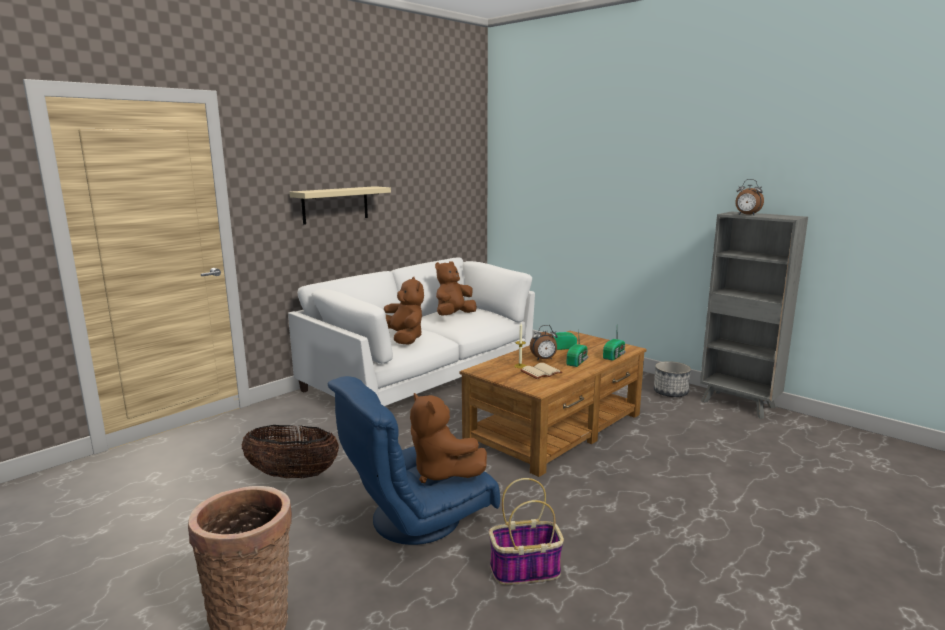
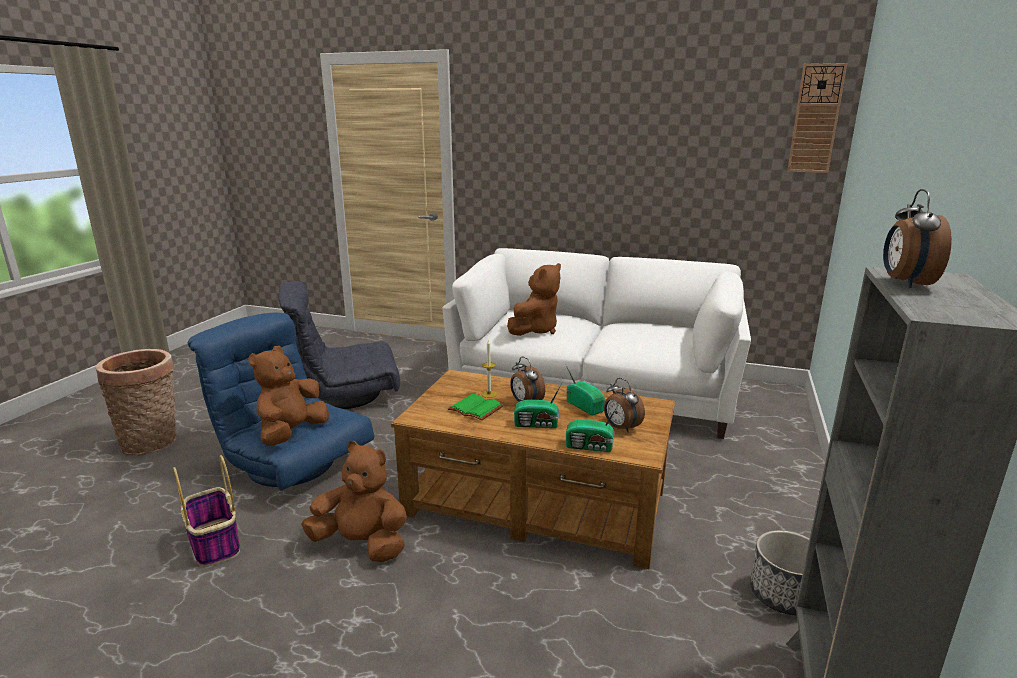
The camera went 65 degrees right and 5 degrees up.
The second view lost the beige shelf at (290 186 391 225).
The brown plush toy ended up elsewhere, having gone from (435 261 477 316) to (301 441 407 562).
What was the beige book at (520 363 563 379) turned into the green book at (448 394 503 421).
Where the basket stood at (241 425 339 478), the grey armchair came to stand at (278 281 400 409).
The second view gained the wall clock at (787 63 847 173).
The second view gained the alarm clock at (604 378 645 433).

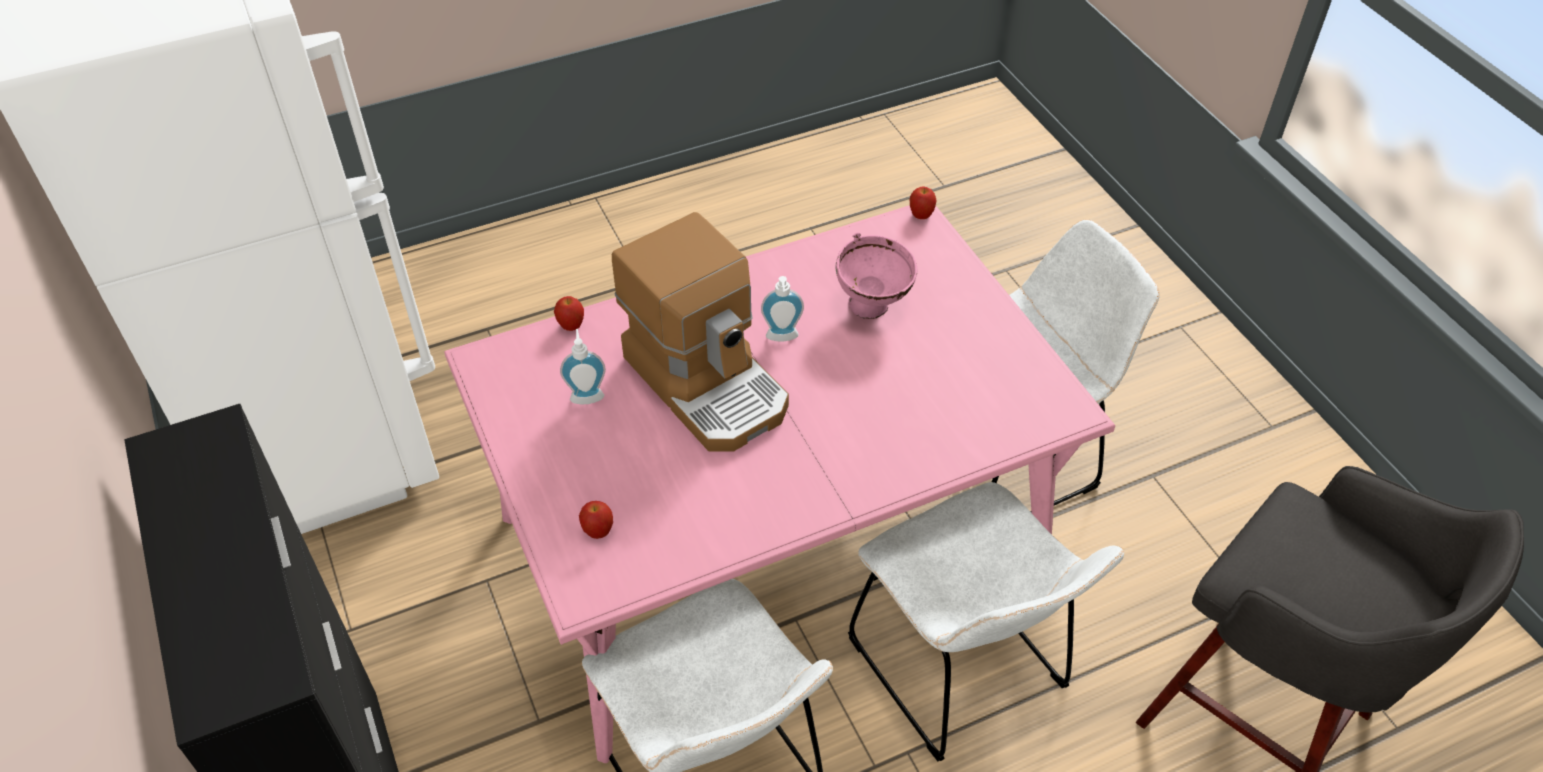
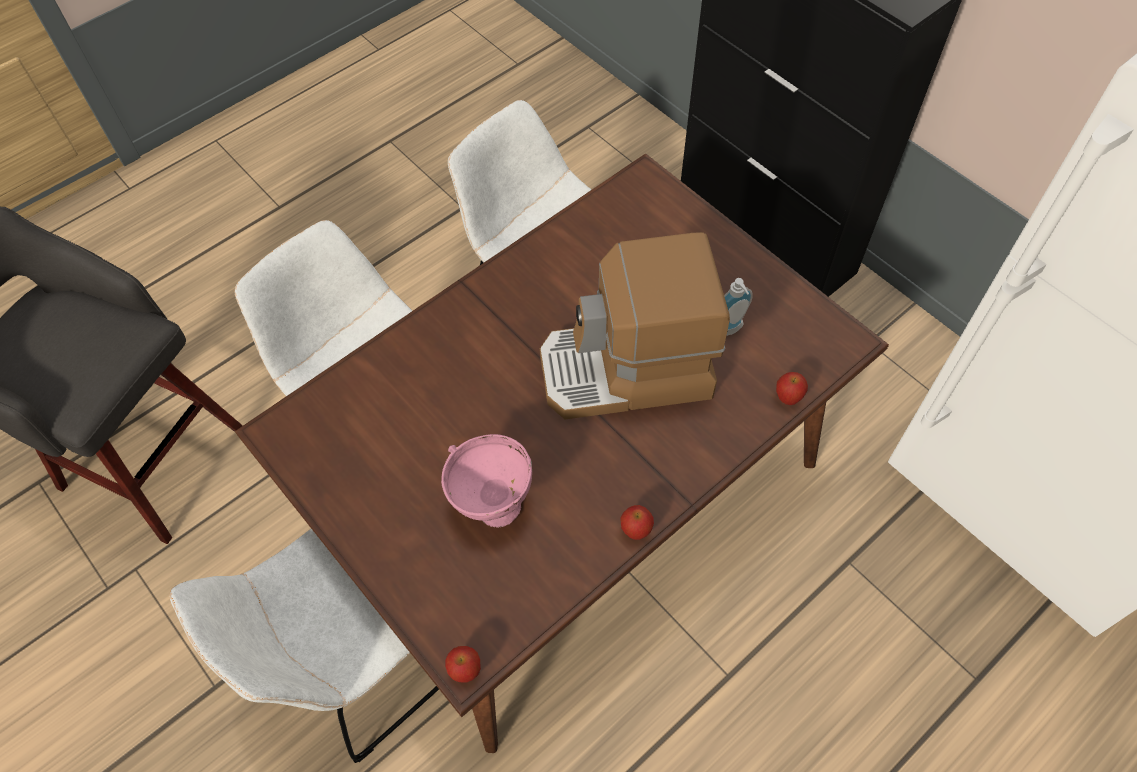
The camera went 165 degrees right and 10 degrees up.
What was the pink dining table at (444 205 1115 763) turned into the brown dining table at (235 153 889 753).
The coffee machine at (612 212 789 451) ended up facing another way, 45 degrees counterclockwise from before.
The second view lost the soap dispenser at (761 276 804 342).
The apple ended up elsewhere, having gone from (579 501 613 539) to (620 505 654 540).

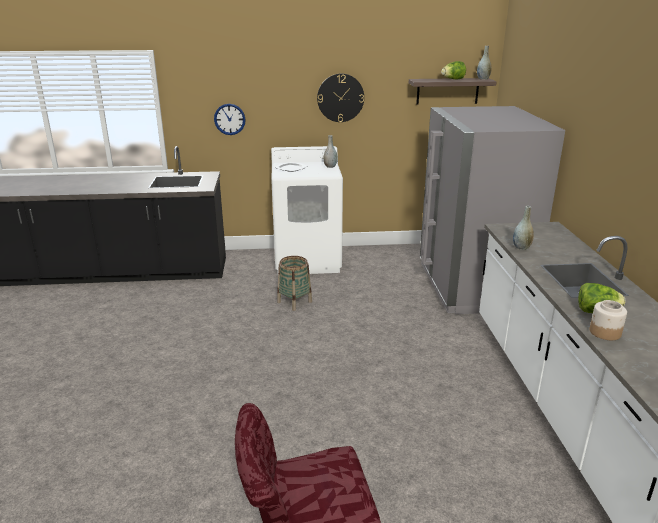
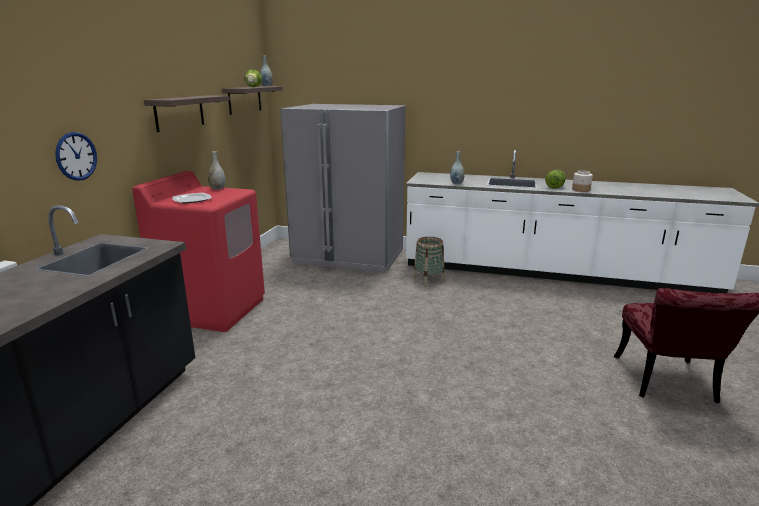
The camera went 70 degrees left and 5 degrees down.
Where the wall clock hung at (317 74 364 122), the shelf came to hang at (144 95 230 132).
What was the white washing machine at (271 146 343 274) turned into the red washing machine at (132 171 265 332).
The basket ended up elsewhere, having gone from (277 256 312 311) to (413 237 445 286).

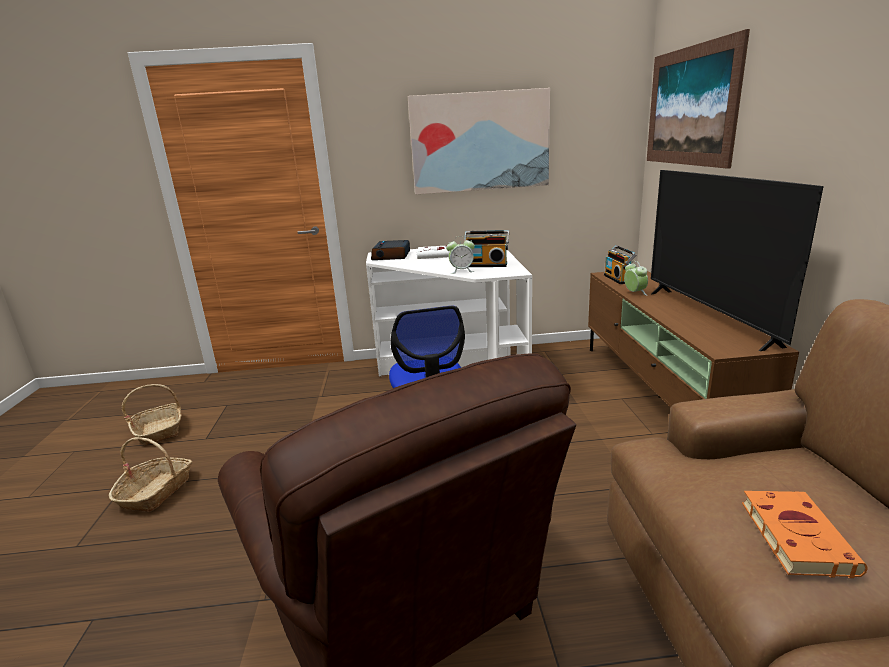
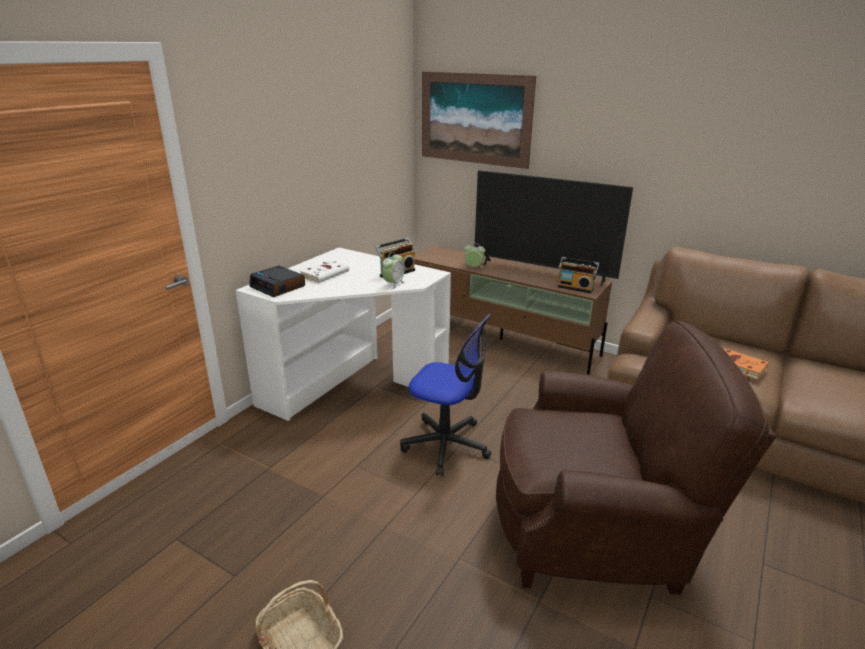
The camera went 55 degrees left and 5 degrees up.
The second view lost the picture at (408 88 550 194).
The radio ended up elsewhere, having gone from (604 245 636 284) to (557 257 599 293).
The second view lost the basket at (122 384 182 445).

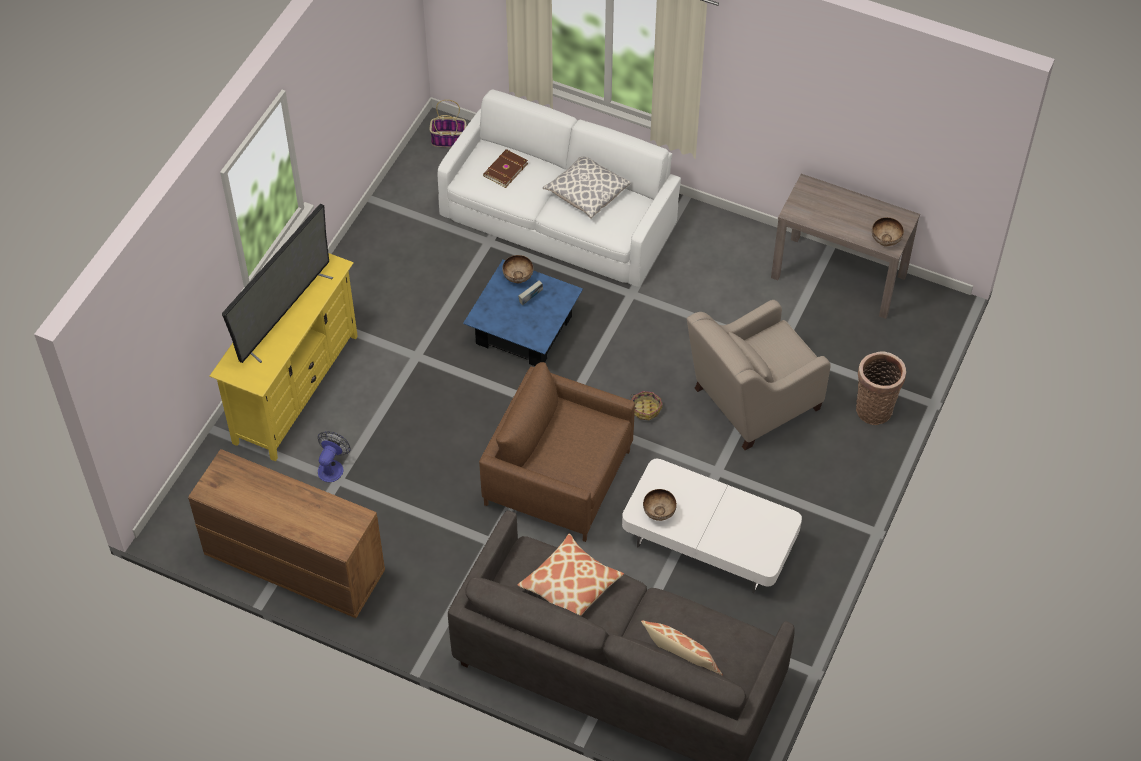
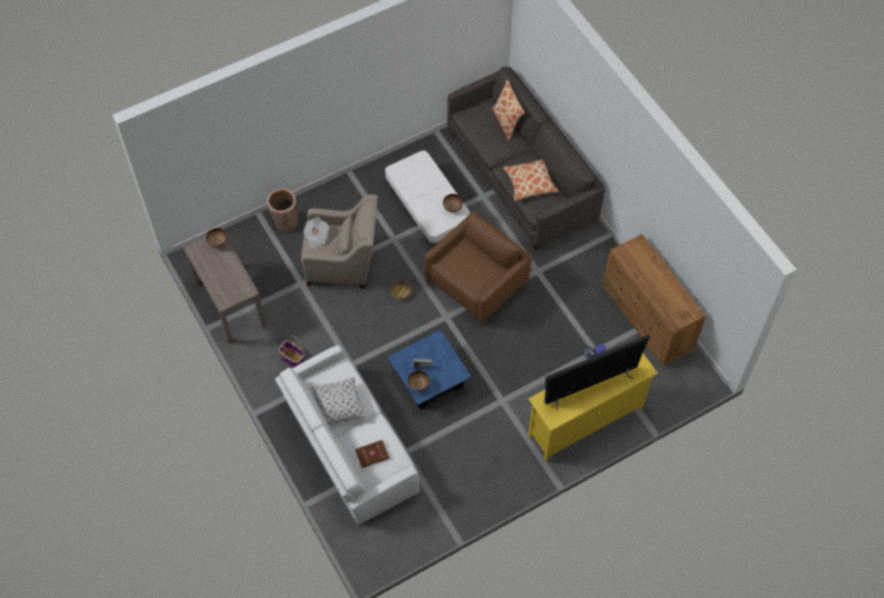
The camera went 145 degrees left and 5 degrees up.
The basket ended up elsewhere, having gone from (429 100 466 147) to (278 335 306 367).
The brown armchair at (479 362 635 542) ended up facing another way, 105 degrees counterclockwise from before.
The second view gained the newspaper at (303 217 329 248).

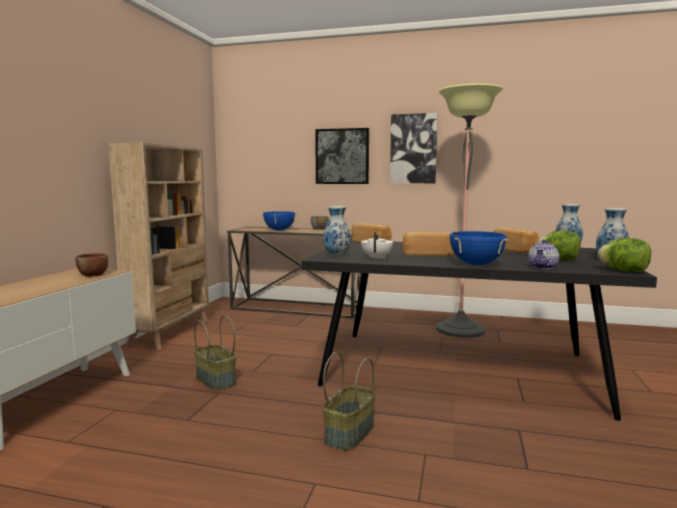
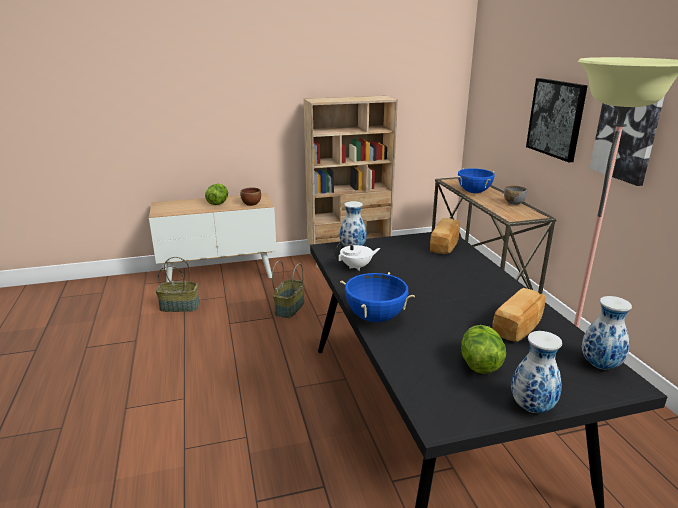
The camera went 60 degrees right and 15 degrees up.
The second view lost the bread at (402 232 455 256).
The lettuce ended up elsewhere, having gone from (598 238 651 272) to (205 184 228 205).
The second view lost the teapot at (528 239 560 269).
The basket ended up elsewhere, having gone from (323 352 375 451) to (156 257 200 312).

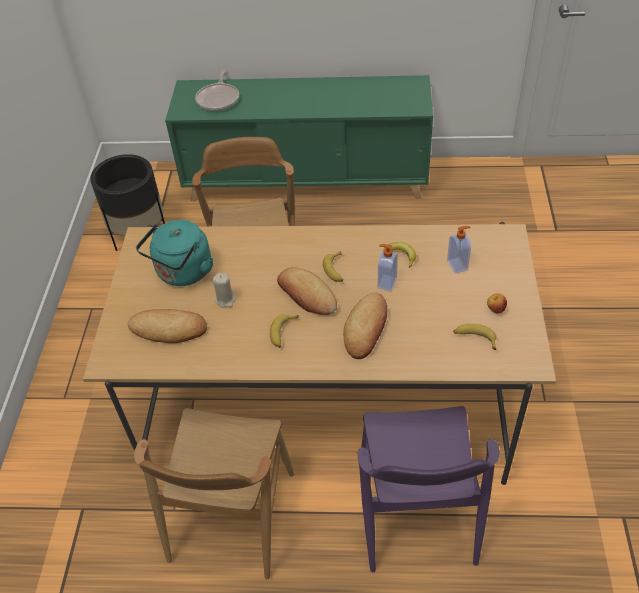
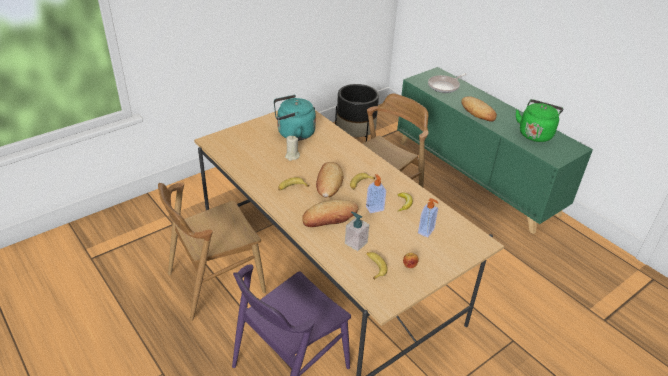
The camera went 45 degrees right and 10 degrees down.
The bread ended up elsewhere, having gone from (127 309 207 343) to (461 96 497 122).
The second view gained the green kettle at (516 99 564 142).
The second view gained the soap dispenser at (345 212 369 251).

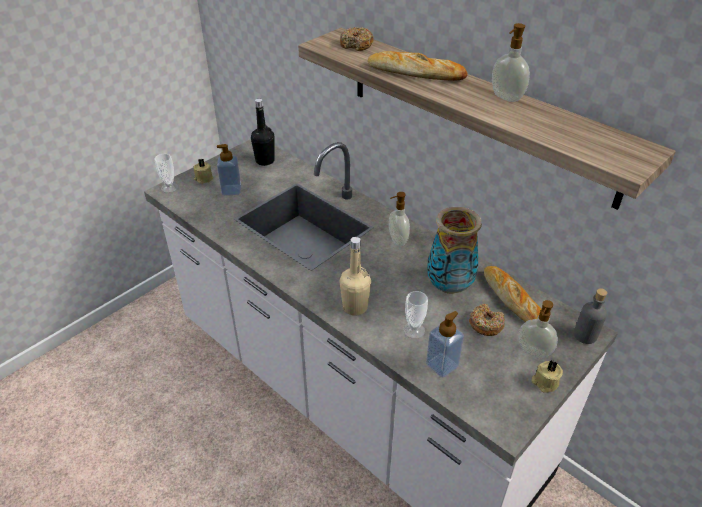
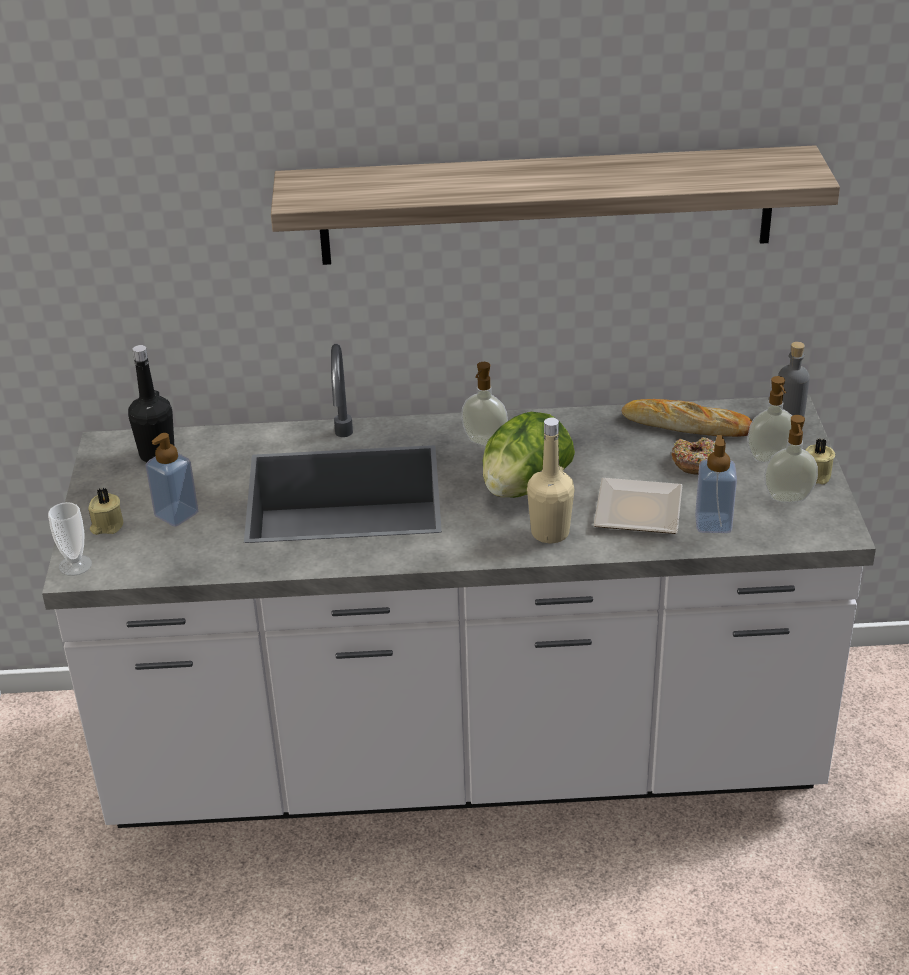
The camera went 45 degrees left and 5 degrees down.
The soap dispenser ended up elsewhere, having gone from (492 23 530 102) to (764 415 818 502).
The second view lost the donut at (340 27 374 51).
The second view lost the bread at (368 51 467 81).
The second view lost the vase at (427 207 482 294).
Where the cup stood at (403 291 428 339), the plate came to stand at (594 478 682 534).
The second view gained the lettuce at (483 412 575 498).

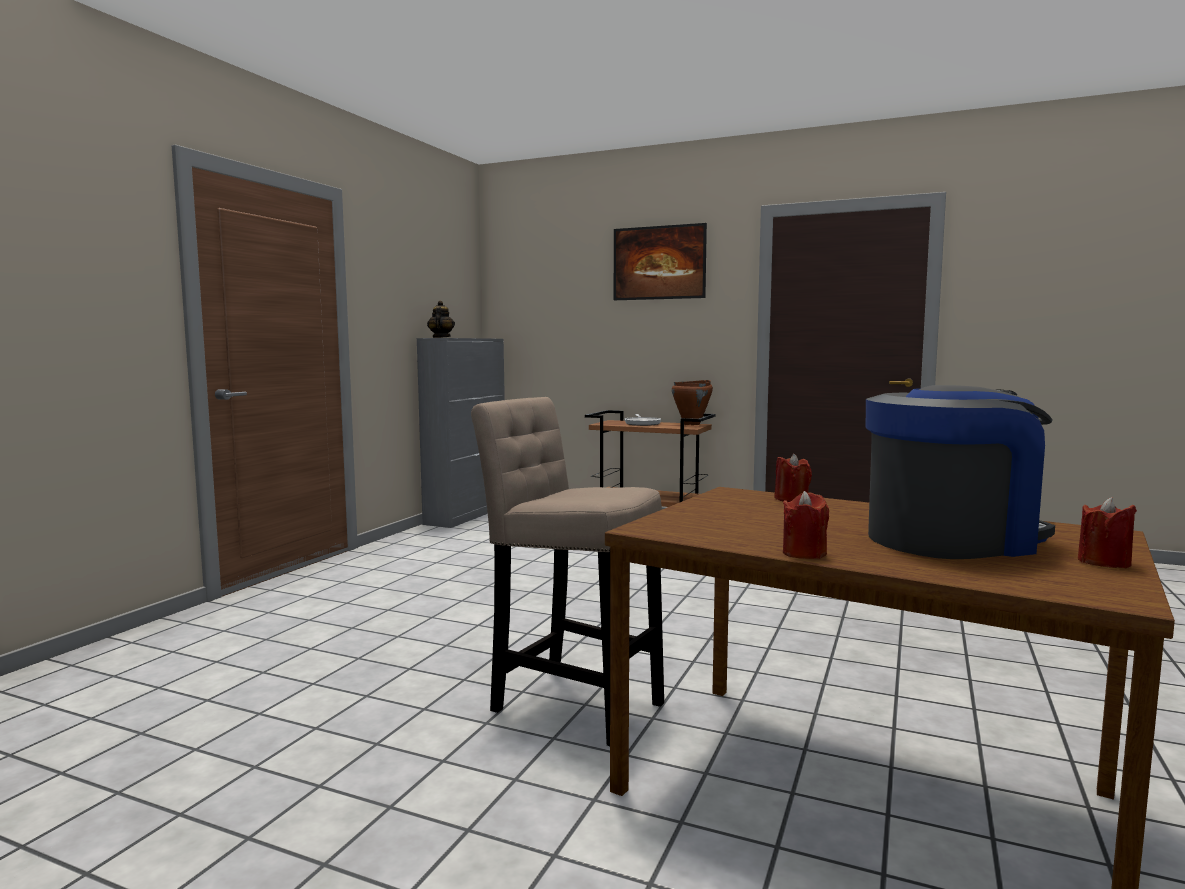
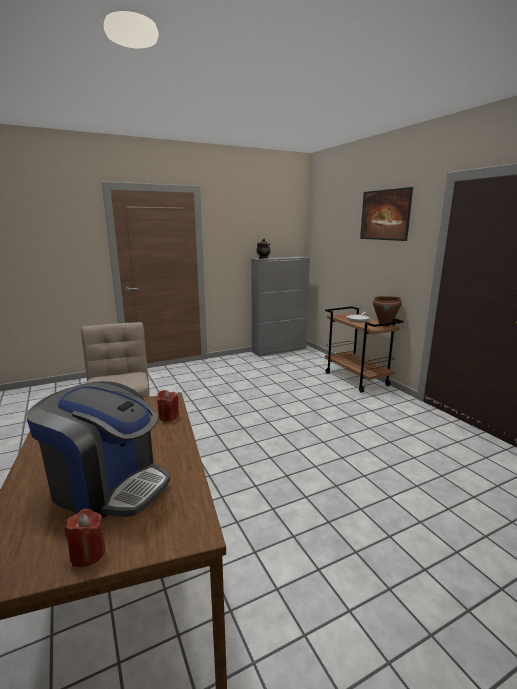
The camera went 40 degrees right and 10 degrees up.
The second view lost the red candle at (783 491 829 559).

